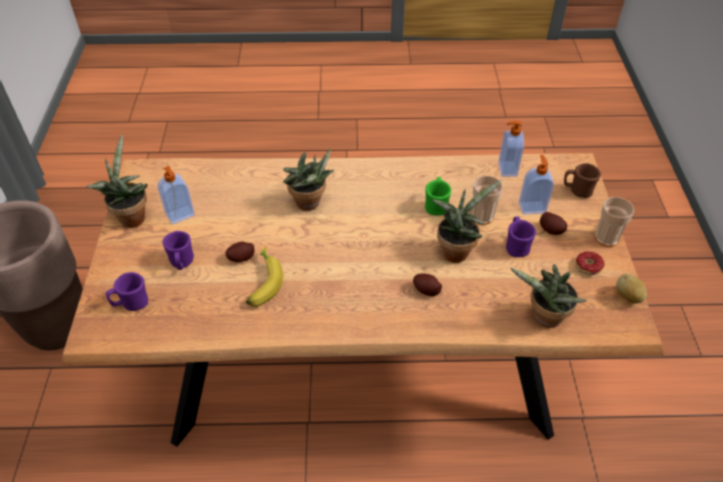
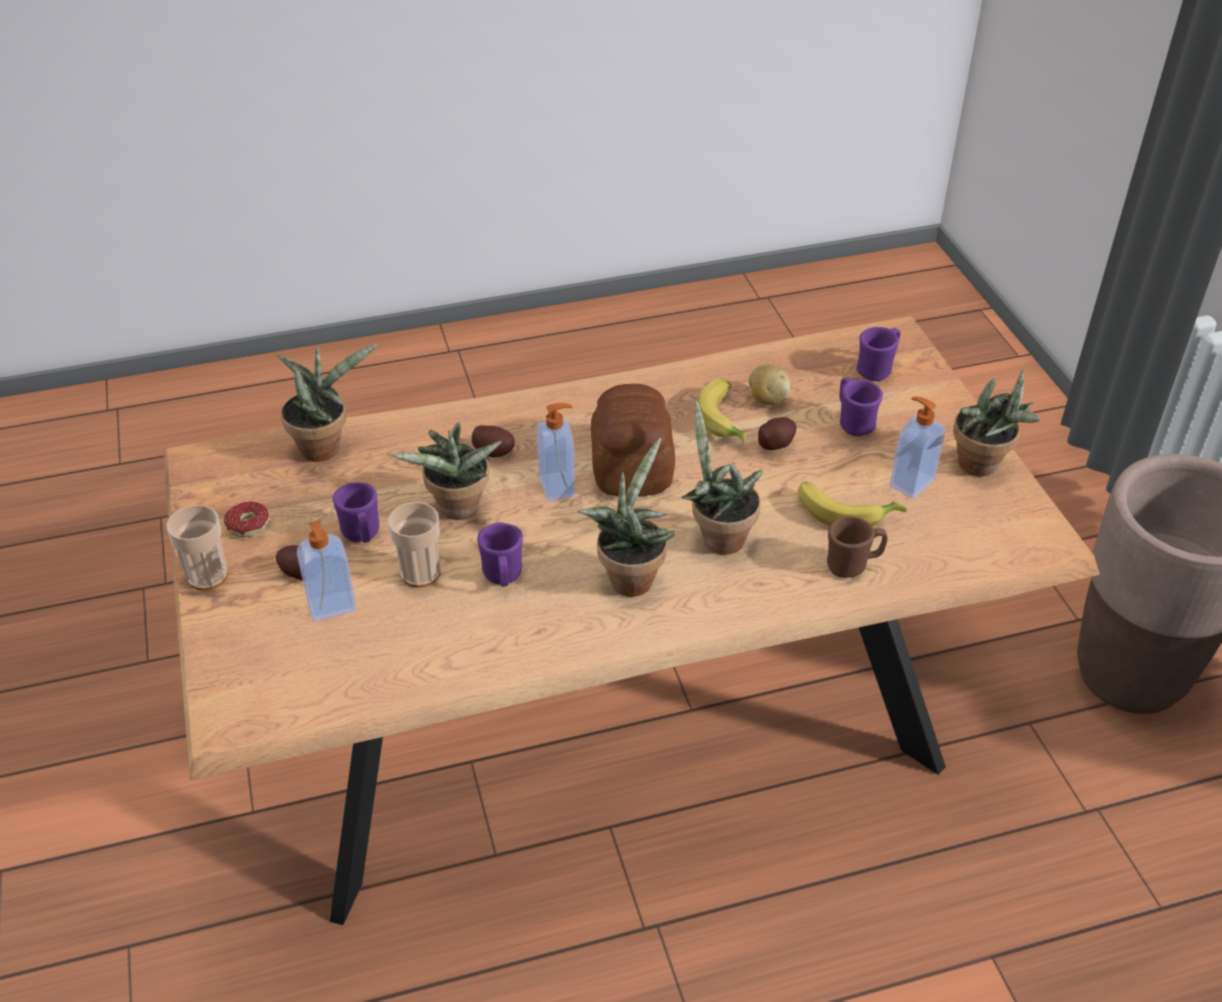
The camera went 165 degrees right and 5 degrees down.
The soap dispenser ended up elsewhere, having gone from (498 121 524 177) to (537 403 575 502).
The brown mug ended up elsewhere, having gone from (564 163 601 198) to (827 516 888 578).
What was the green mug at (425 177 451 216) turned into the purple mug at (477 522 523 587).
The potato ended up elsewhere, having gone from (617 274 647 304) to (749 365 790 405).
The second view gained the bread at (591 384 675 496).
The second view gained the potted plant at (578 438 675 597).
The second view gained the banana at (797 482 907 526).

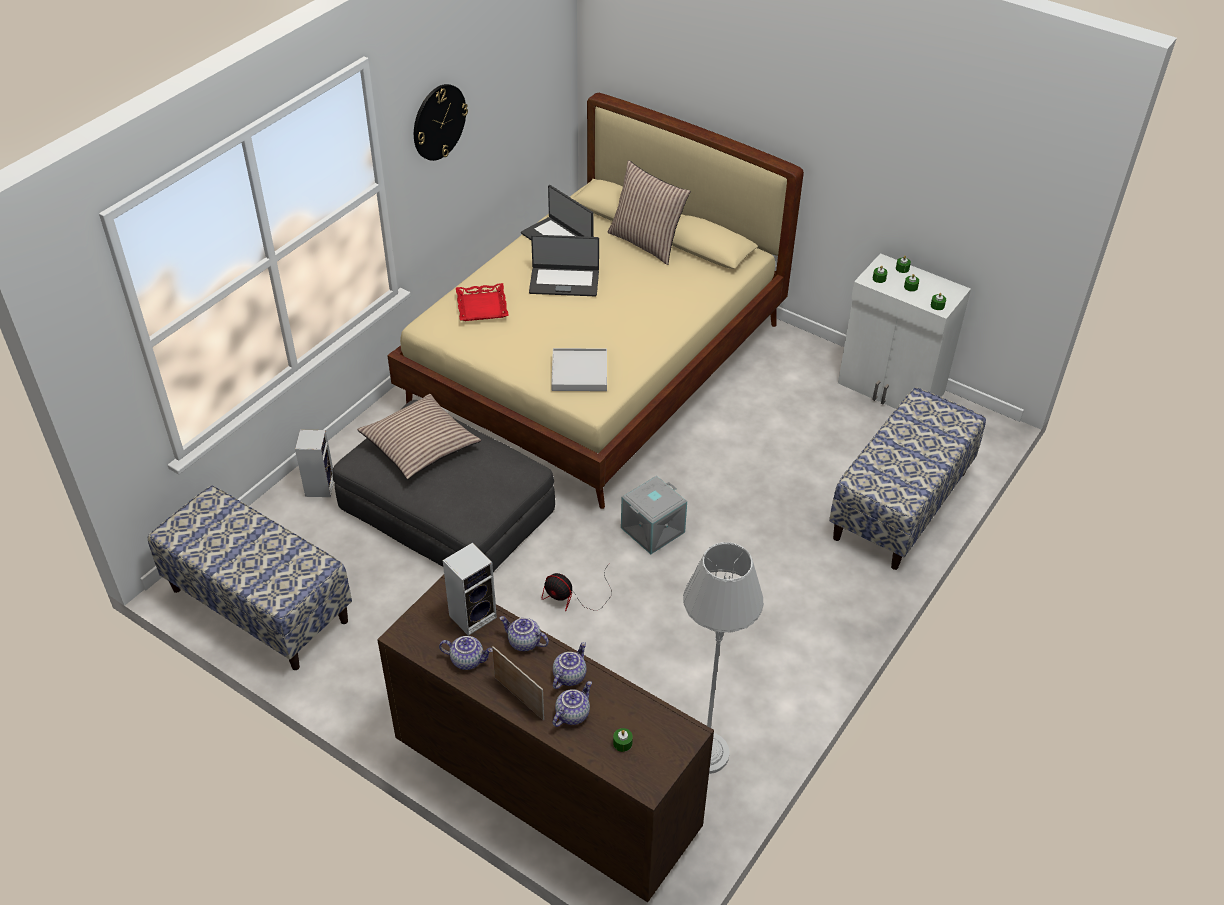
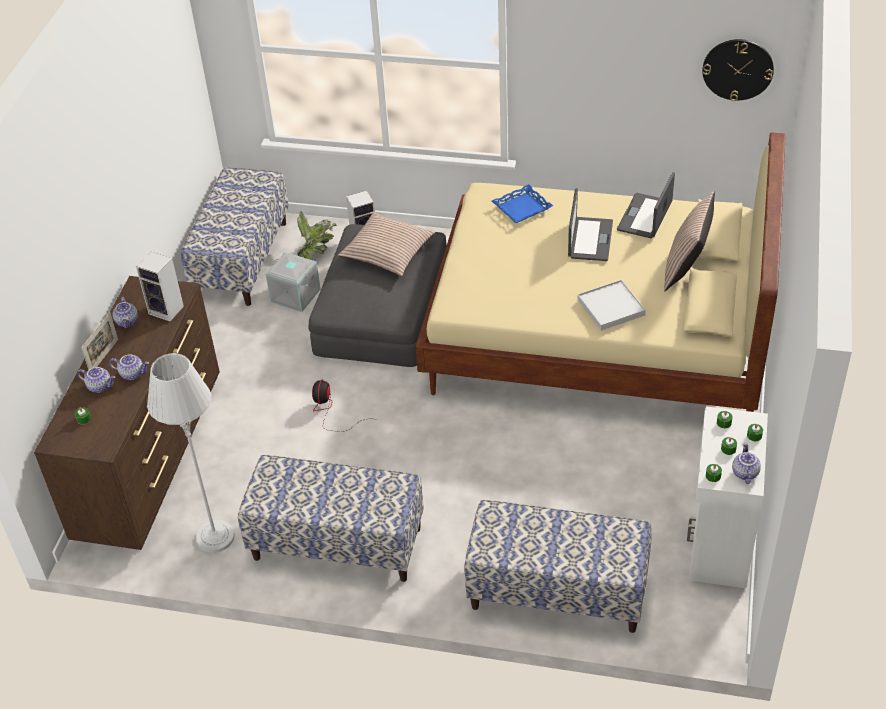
The camera went 70 degrees right and 0 degrees up.
The wall clock ended up elsewhere, having gone from (414 84 468 161) to (702 39 774 101).
The laptop at (529 235 599 296) ended up facing another way, 150 degrees counterclockwise from before.
What was the red tray at (456 283 509 321) turned into the blue tray at (492 184 553 223).
The white tray ended up elsewhere, having gone from (551 348 607 391) to (577 280 646 331).
The grey storage box ended up elsewhere, having gone from (621 476 687 554) to (266 252 321 312).
The teapot ended up elsewhere, having gone from (499 616 549 651) to (732 443 761 484).
The second view gained the potted plant at (297 211 337 260).
The second view gained the bench at (238 455 424 582).

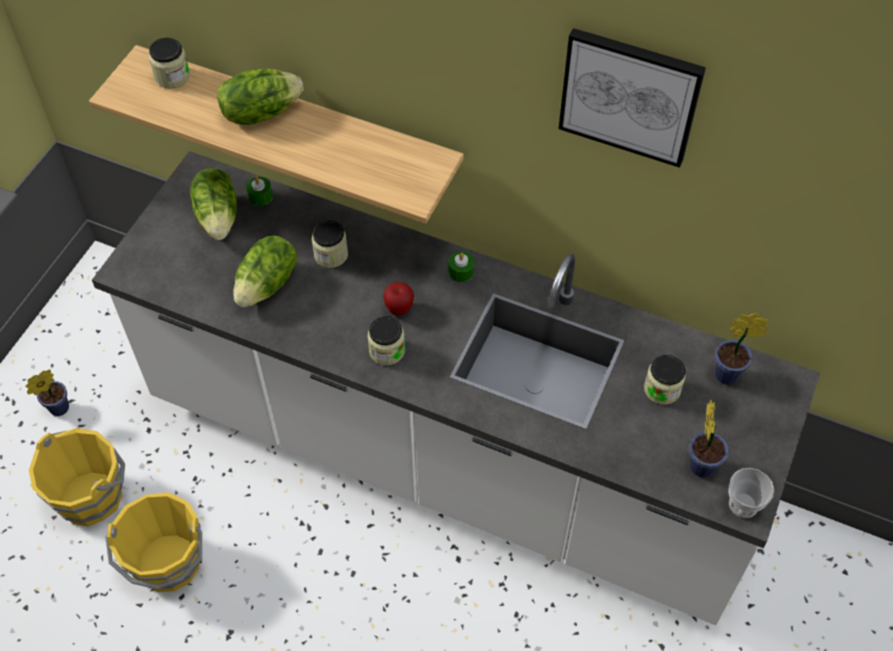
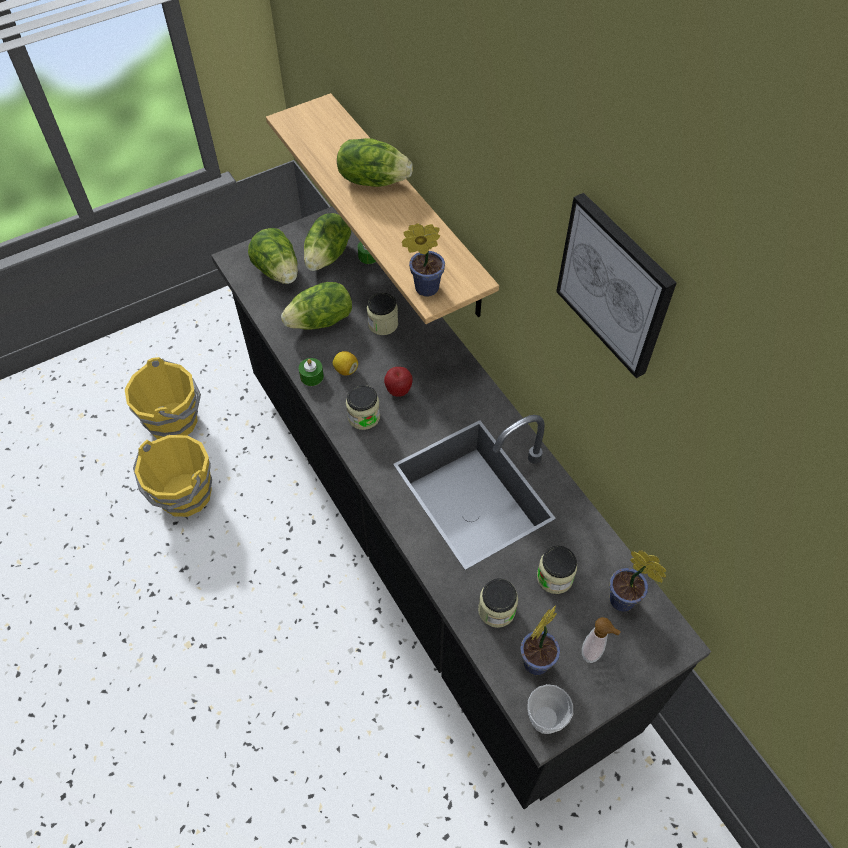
The camera went 35 degrees right and 0 degrees up.
The jar ended up elsewhere, having gone from (149 37 190 88) to (478 578 518 628).
What was the white counter at (92 151 820 625) turned into the black counter at (211 206 711 809).
The green candle ended up elsewhere, having gone from (448 251 474 282) to (299 358 324 386).
The potted plant ended up elsewhere, having gone from (26 369 69 416) to (401 223 445 297).
The second view gained the lettuce at (248 228 298 284).
The second view gained the lemon at (333 351 358 376).
The second view gained the soap dispenser at (582 617 621 663).

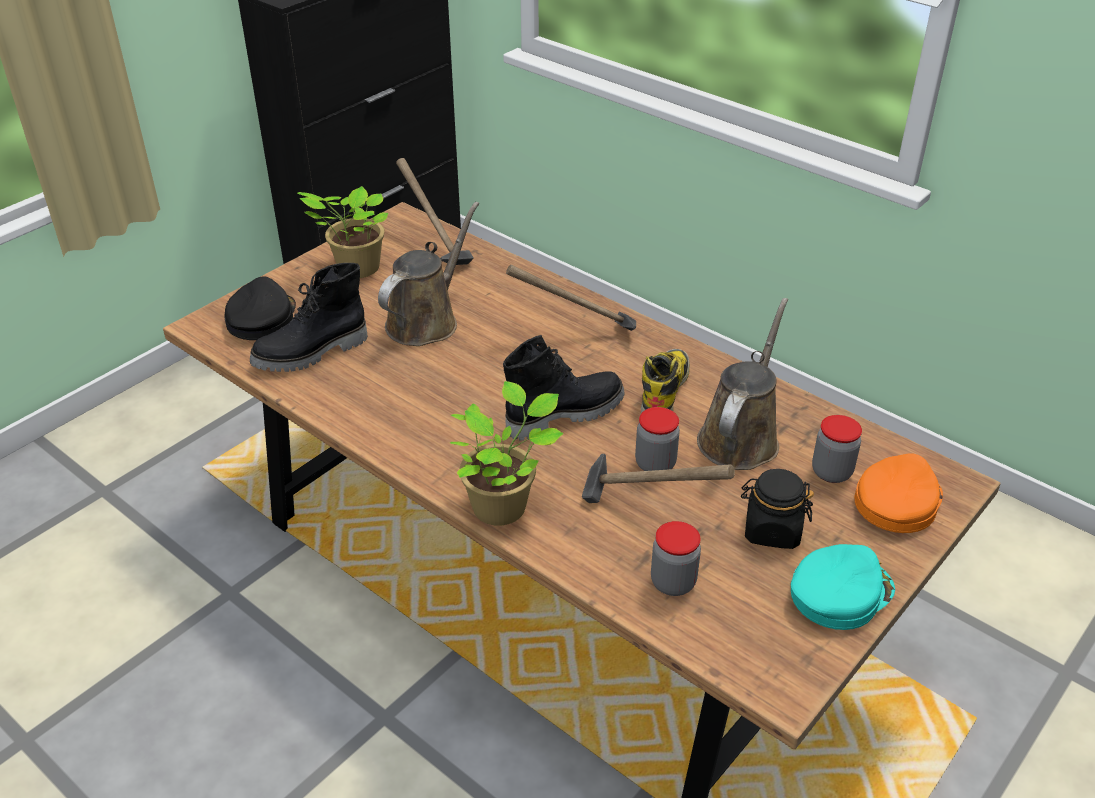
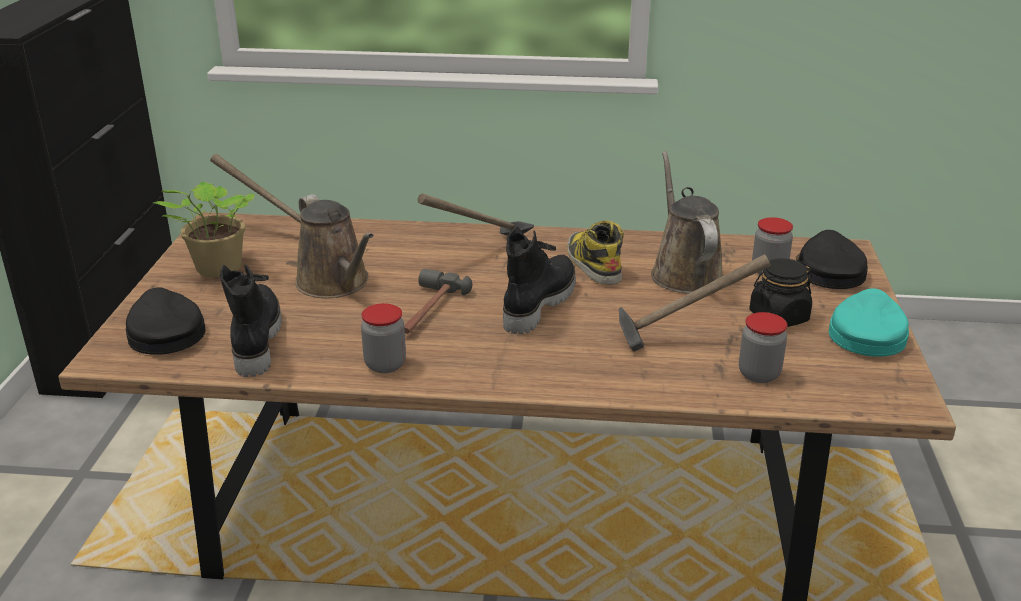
The camera went 35 degrees left and 10 degrees down.
The brown watering can at (378 202 479 346) ended up facing another way, 150 degrees clockwise from before.
The black boot at (250 263 368 372) ended up facing another way, 150 degrees clockwise from before.
The second view lost the potted plant at (450 381 564 526).
The jar ended up elsewhere, having gone from (635 407 680 471) to (361 303 406 373).
What was the orange cap at (854 453 943 533) turned into the black cap at (796 230 868 289).
The second view gained the hammer at (404 269 472 334).

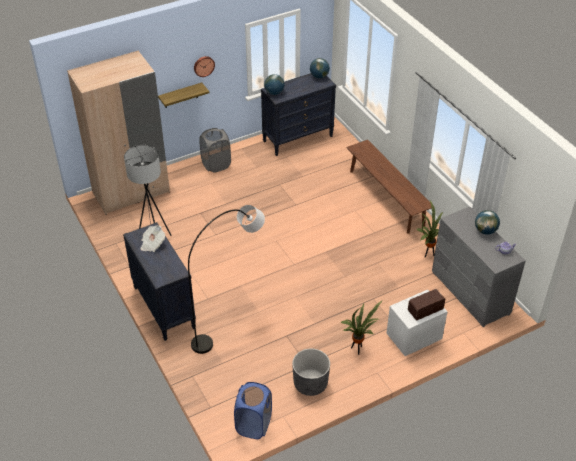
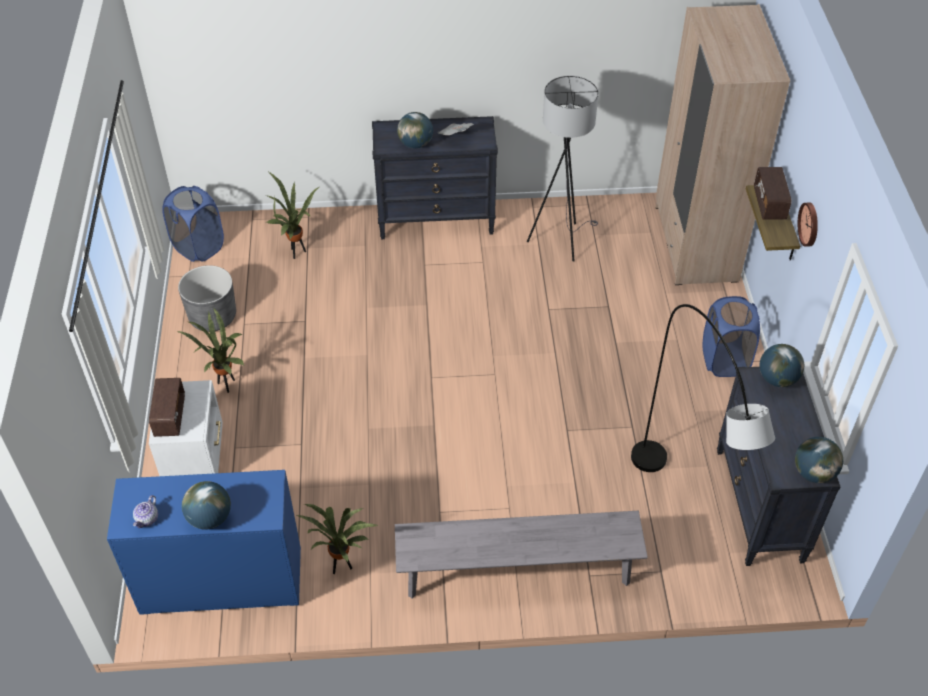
The camera went 115 degrees right and 5 degrees up.
What was the grey laundry basket at (199 128 231 173) turned into the blue laundry basket at (703 296 760 377).
What was the brown bench at (347 140 432 234) turned into the grey bench at (395 511 648 599).
The grey floor lamp ended up elsewhere, having gone from (188 205 265 354) to (631 304 775 472).
What was the grey dresser at (432 206 526 327) turned into the blue dresser at (107 470 301 615).
The second view gained the globe at (397 112 433 149).
The second view gained the radio at (754 167 792 220).
The second view gained the potted plant at (266 172 319 259).

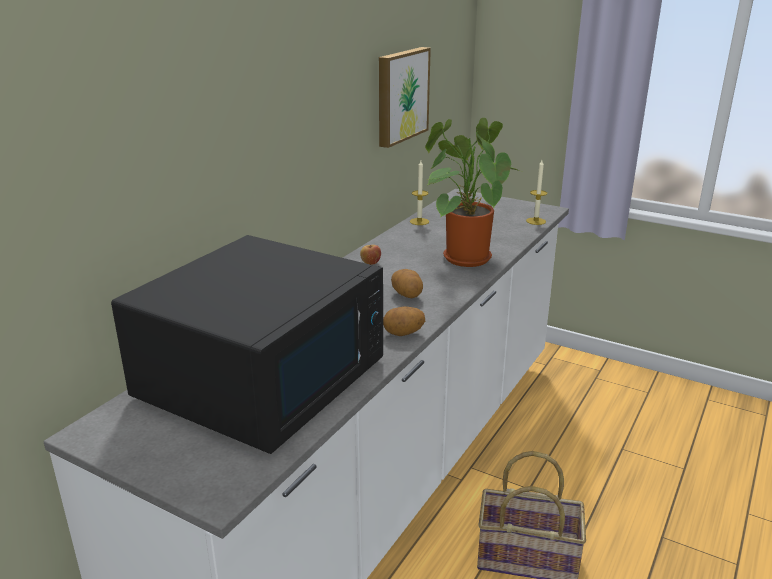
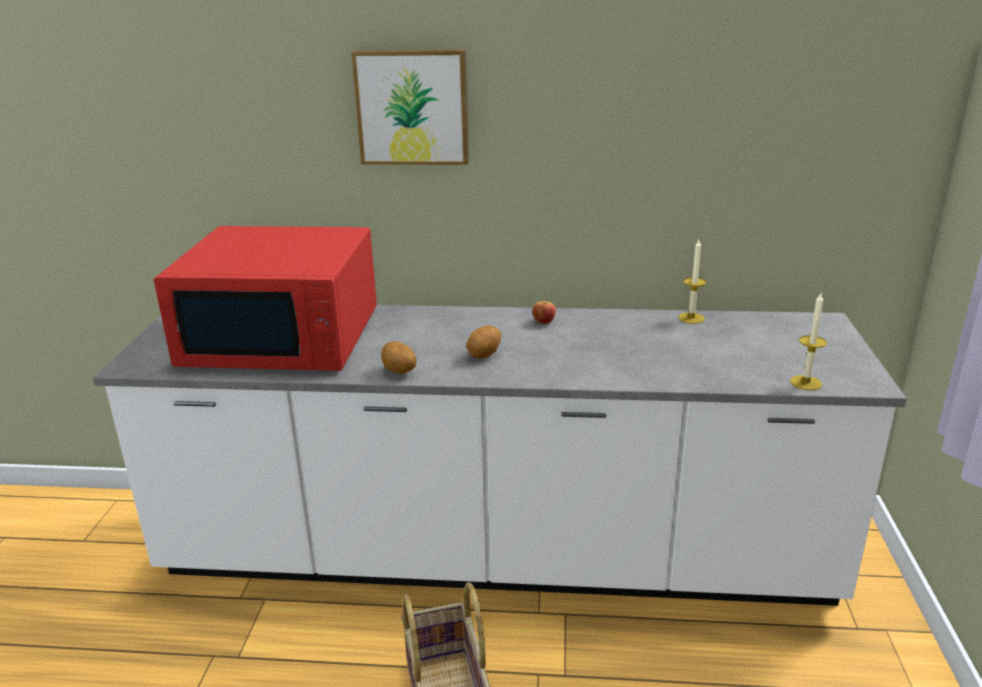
The camera went 65 degrees right and 0 degrees up.
The picture ended up elsewhere, having gone from (379 47 431 148) to (351 49 469 165).
The second view lost the potted plant at (425 118 520 267).
What was the black microwave at (111 235 383 454) turned into the red microwave at (154 226 377 371).

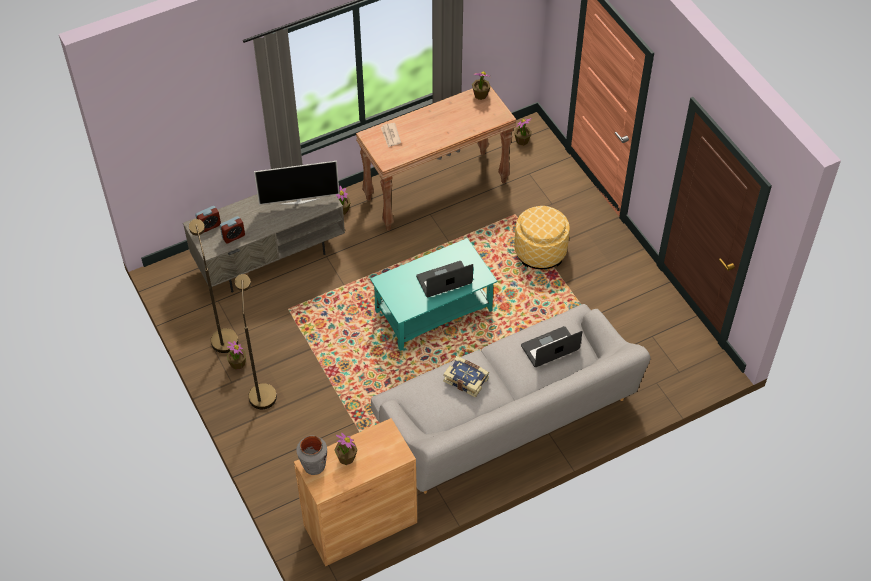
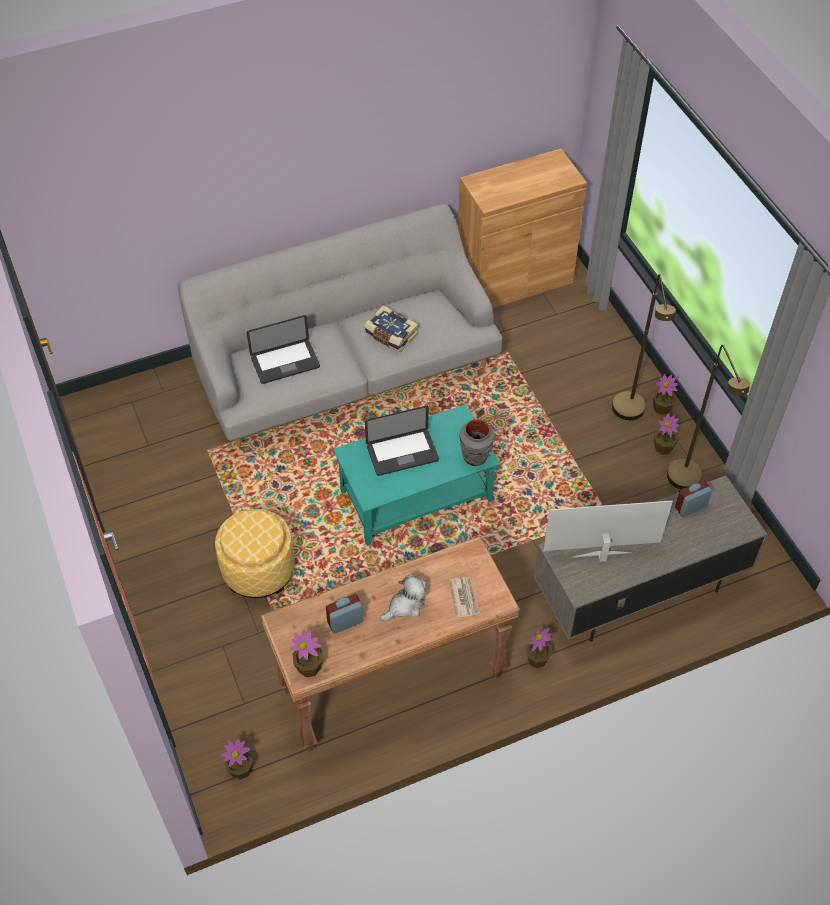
The camera went 175 degrees left and 0 degrees up.
The alarm clock ended up elsewhere, having gone from (195 206 221 233) to (326 594 364 634).
The potted plant ended up elsewhere, having gone from (334 433 357 465) to (653 374 678 415).
The grey vase ended up elsewhere, having gone from (296 435 327 475) to (459 419 495 466).
The second view gained the plush toy at (380 574 426 621).

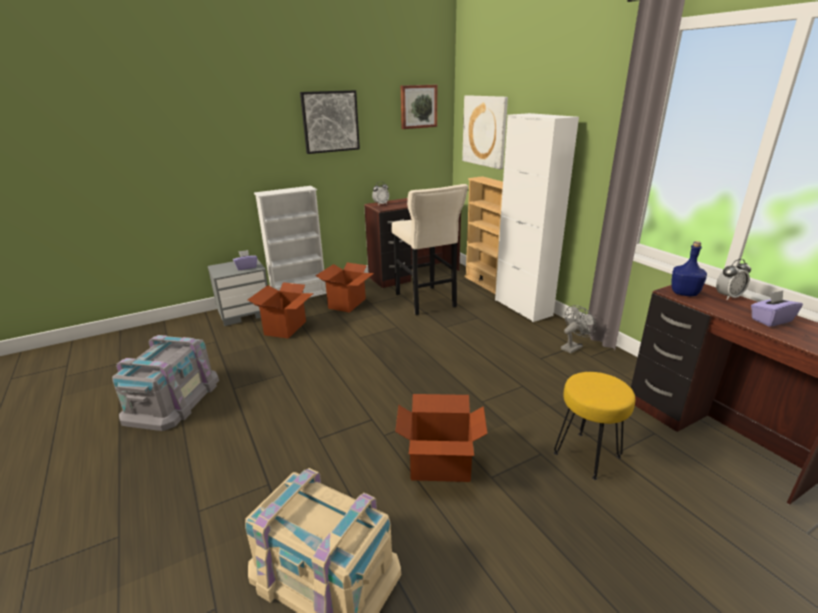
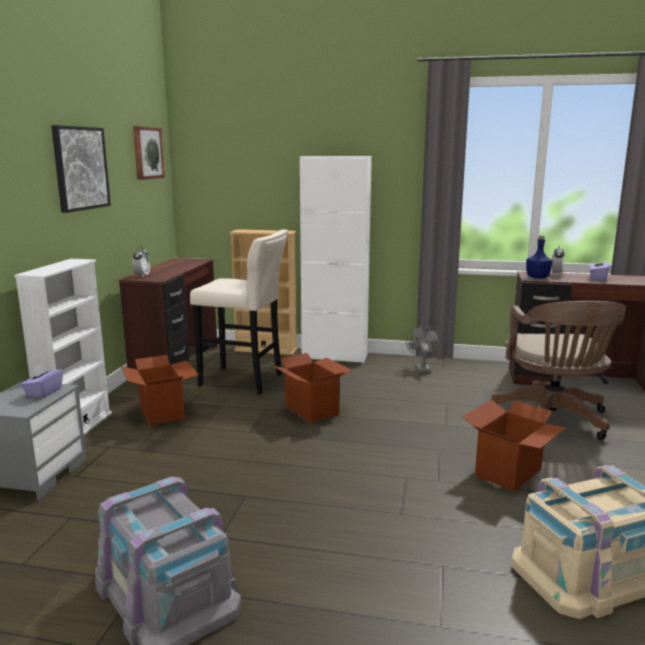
The camera went 50 degrees left and 10 degrees down.
The second view lost the picture at (462 95 508 169).
The cardboard box ended up elsewhere, having gone from (248 282 314 339) to (272 353 353 422).
Where the yellow stool stood at (554 372 635 480), the brown office chair came to stand at (491 301 626 440).

